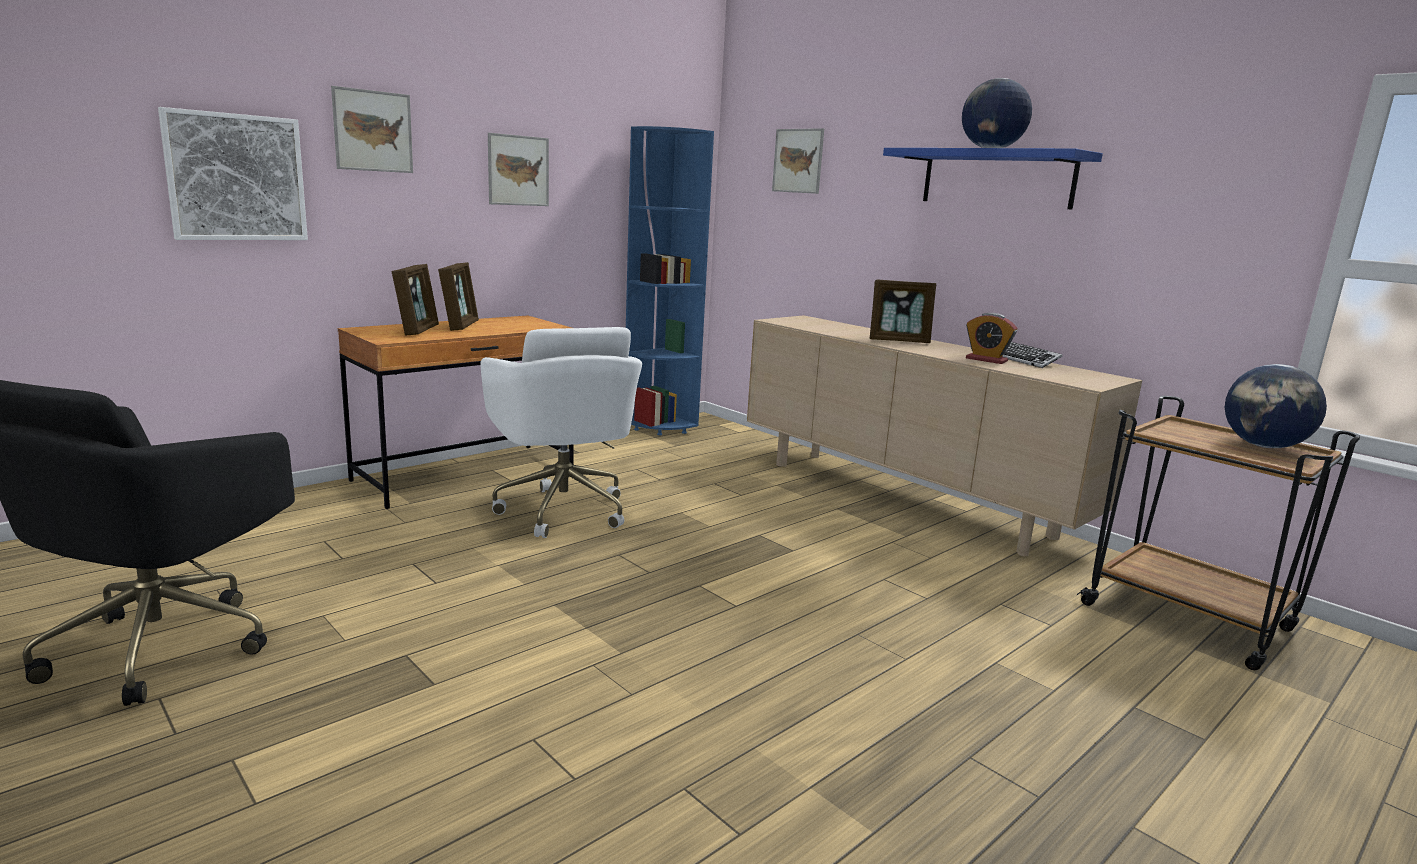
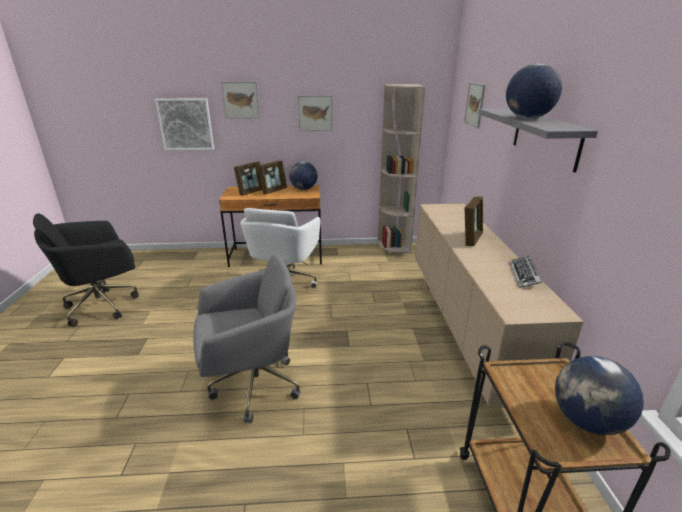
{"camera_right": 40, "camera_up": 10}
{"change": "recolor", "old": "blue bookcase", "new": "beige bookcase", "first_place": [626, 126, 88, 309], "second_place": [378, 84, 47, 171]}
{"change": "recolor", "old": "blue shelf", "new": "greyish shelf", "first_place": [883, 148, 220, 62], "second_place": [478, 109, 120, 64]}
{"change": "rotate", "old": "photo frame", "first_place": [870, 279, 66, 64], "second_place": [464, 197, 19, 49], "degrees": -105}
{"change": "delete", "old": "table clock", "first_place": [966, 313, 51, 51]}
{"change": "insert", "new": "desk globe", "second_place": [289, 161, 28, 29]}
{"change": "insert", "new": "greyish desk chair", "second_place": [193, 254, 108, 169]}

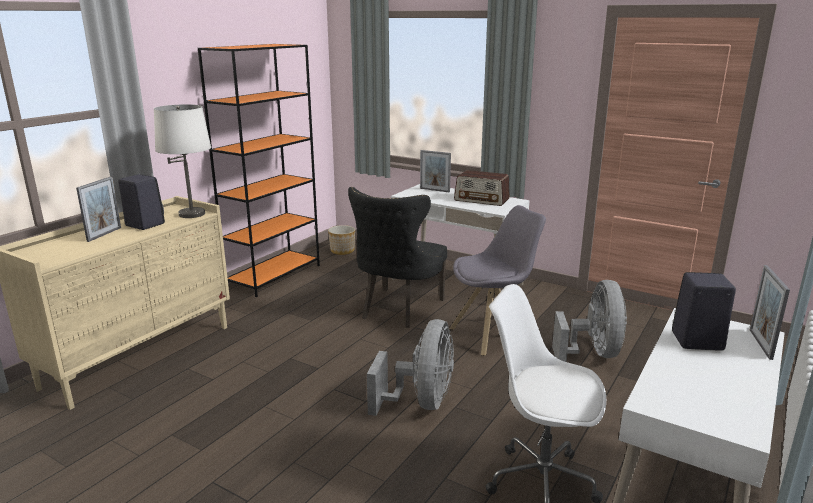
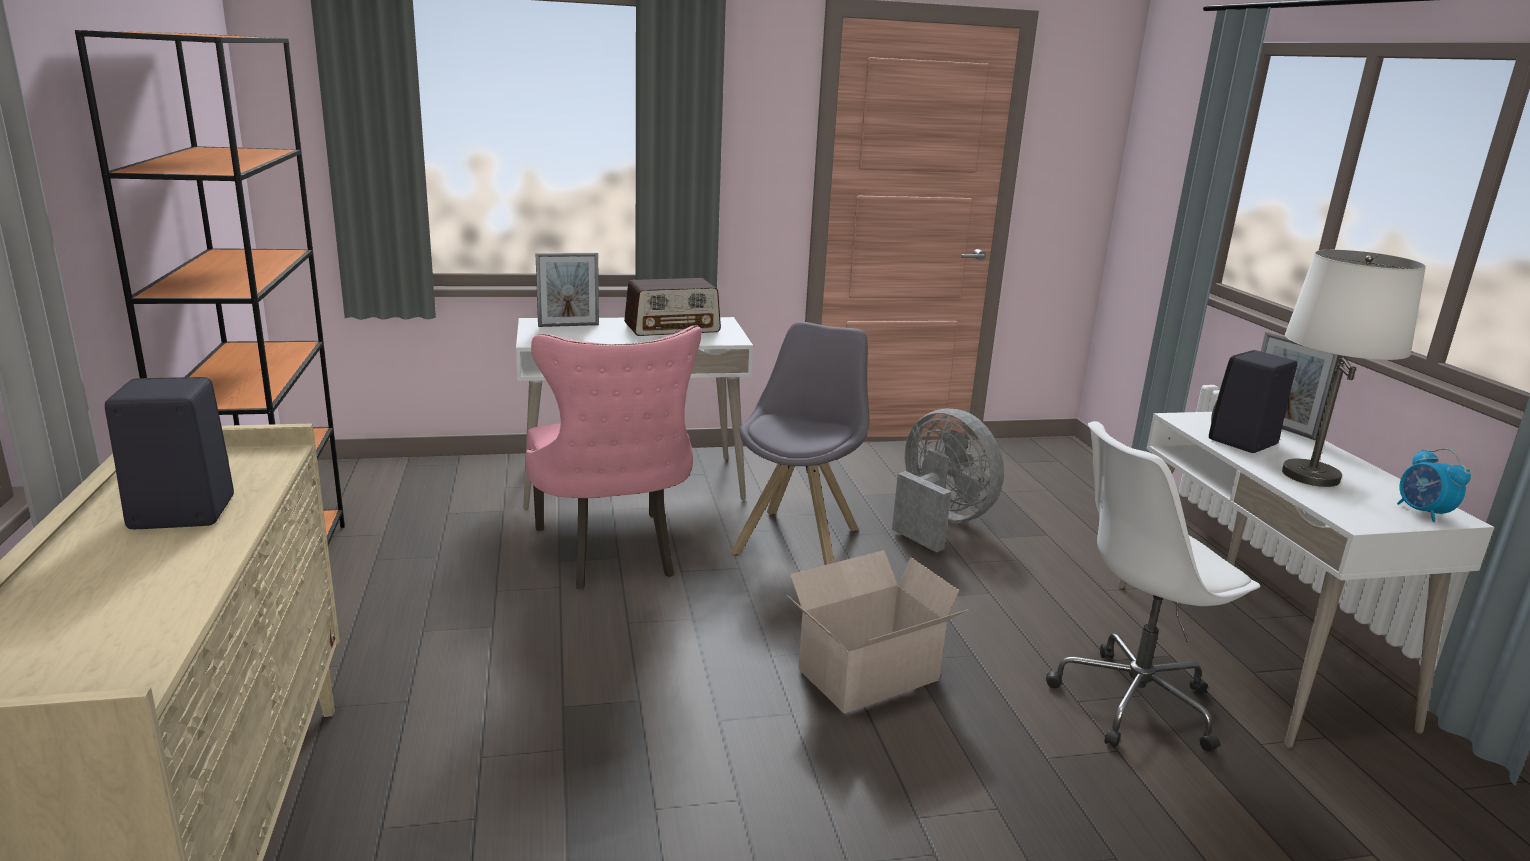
{"camera_right": -45, "camera_up": 0}
{"change": "move", "old": "white table lamp", "first_place": [154, 104, 57, 114], "second_place": [1282, 250, 144, 237]}
{"change": "delete", "old": "photo frame", "first_place": [76, 177, 45, 65]}
{"change": "recolor", "old": "black-coloured upright chair", "new": "pink upright chair", "first_place": [348, 187, 99, 141], "second_place": [526, 325, 176, 264]}
{"change": "delete", "old": "flower pot", "first_place": [328, 225, 27, 30]}
{"change": "replace", "old": "greyish fan", "new": "cardboard box", "first_place": [367, 319, 87, 97], "second_place": [787, 550, 182, 163]}
{"change": "insert", "new": "table clock", "second_place": [1397, 448, 74, 74]}

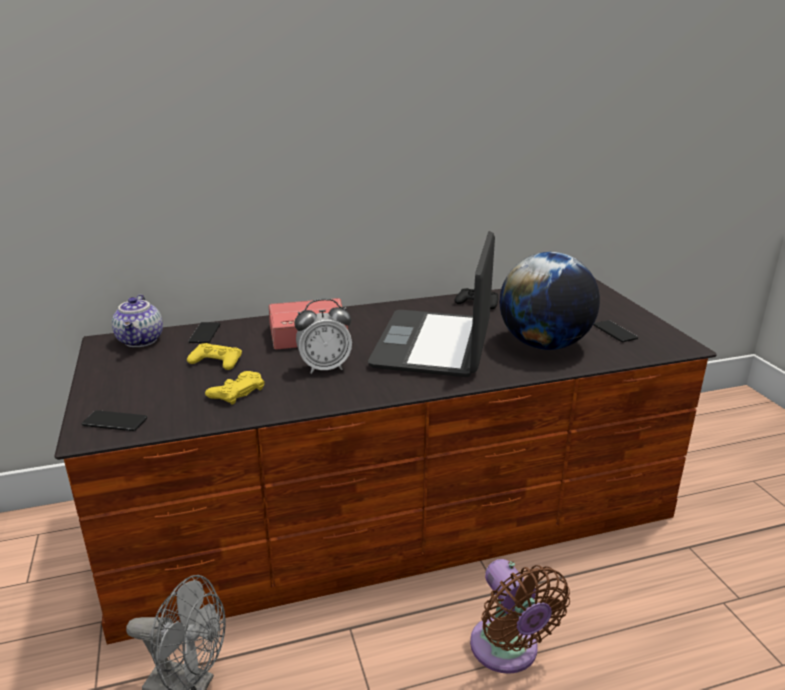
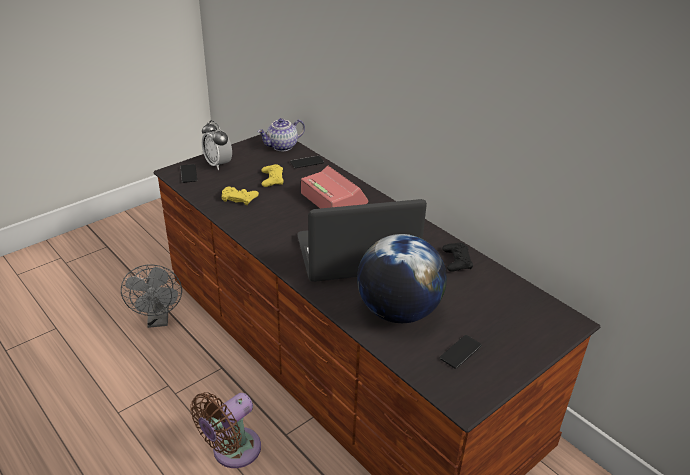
{"camera_right": 65, "camera_up": 10}
{"change": "move", "old": "table clock", "first_place": [294, 299, 58, 75], "second_place": [202, 120, 30, 50]}

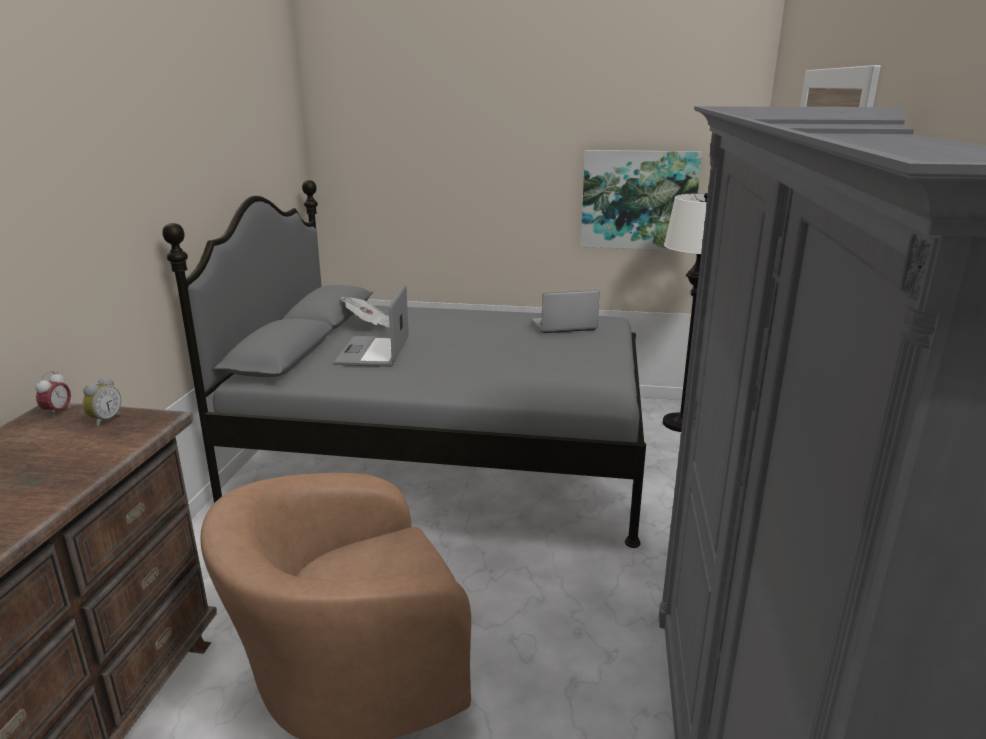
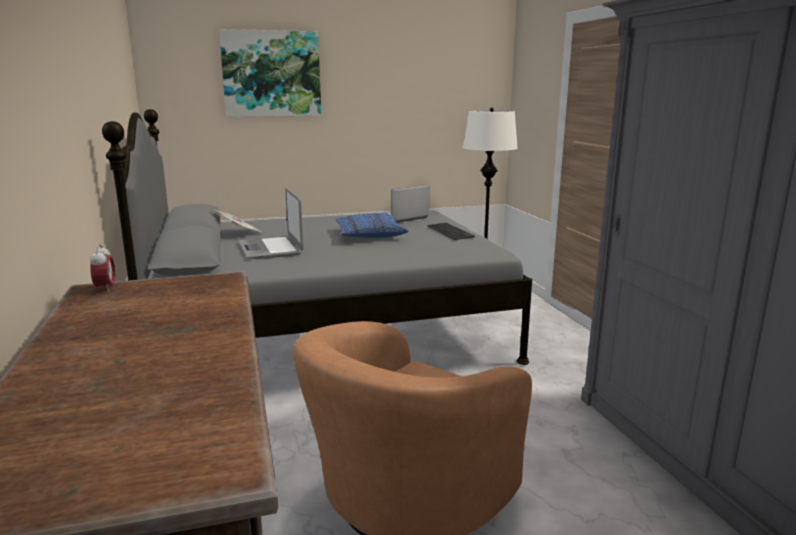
{"camera_right": -25, "camera_up": -5}
{"change": "move", "old": "wall picture", "first_place": [581, 150, 121, 100], "second_place": [219, 29, 102, 88]}
{"change": "delete", "old": "table clock", "first_place": [83, 376, 38, 51]}
{"change": "insert", "new": "blue throw pillow", "second_place": [335, 213, 74, 25]}
{"change": "insert", "new": "PC keyboard", "second_place": [427, 223, 48, 17]}

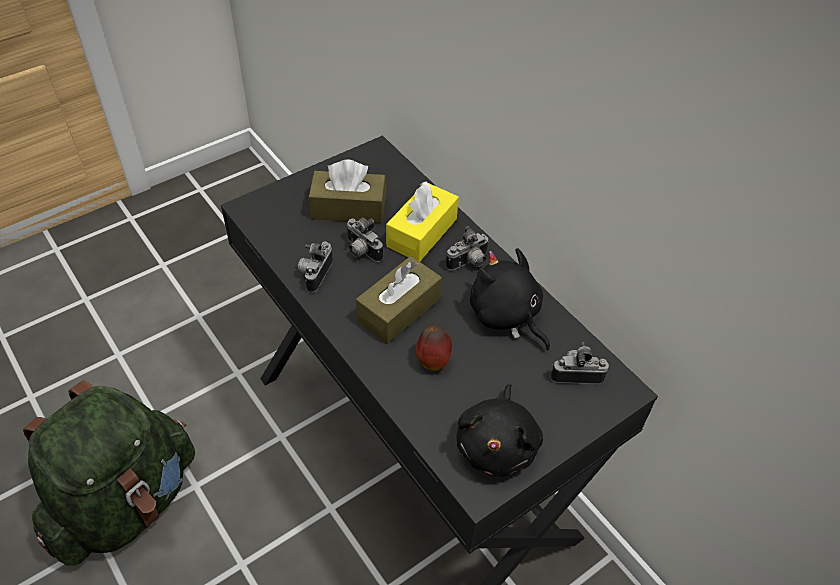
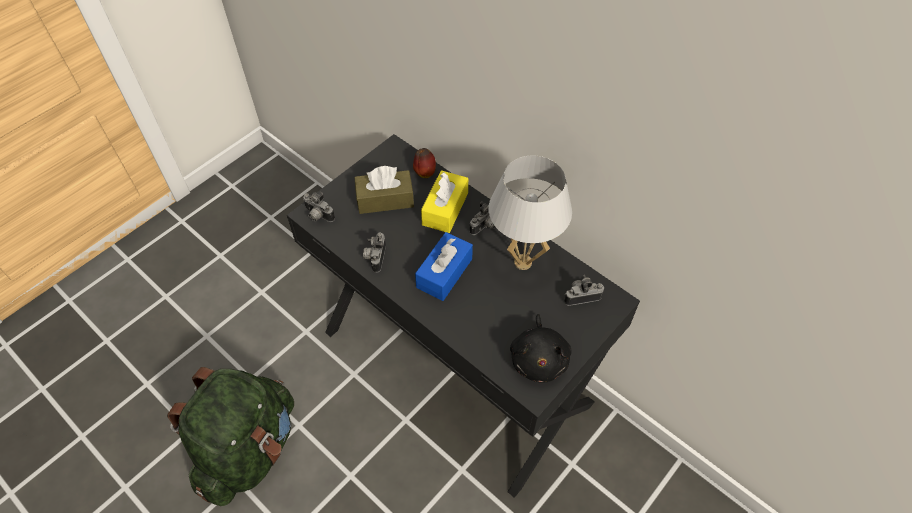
{"camera_right": -10, "camera_up": 5}
{"change": "move", "old": "photo camera", "first_place": [346, 218, 37, 44], "second_place": [303, 192, 32, 30]}
{"change": "replace", "old": "black-coloured cuddly toy", "new": "white table lamp", "first_place": [470, 248, 80, 102], "second_place": [489, 155, 83, 115]}
{"change": "recolor", "old": "brown box of tissues", "new": "blue box of tissues", "first_place": [356, 256, 86, 88], "second_place": [415, 232, 58, 69]}
{"change": "move", "old": "apple fruit", "first_place": [415, 324, 37, 47], "second_place": [413, 148, 23, 30]}

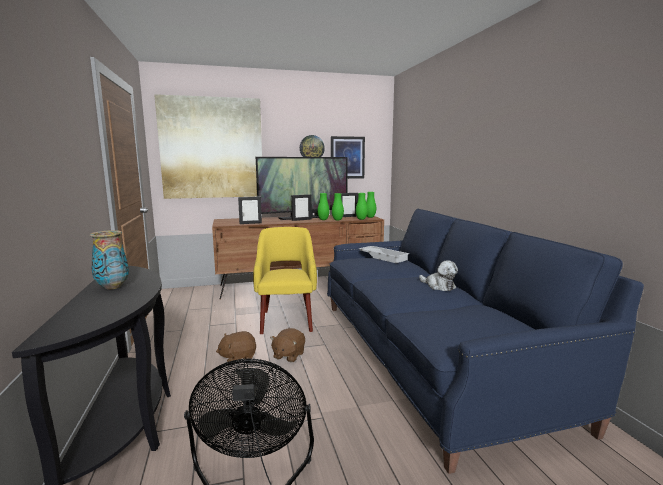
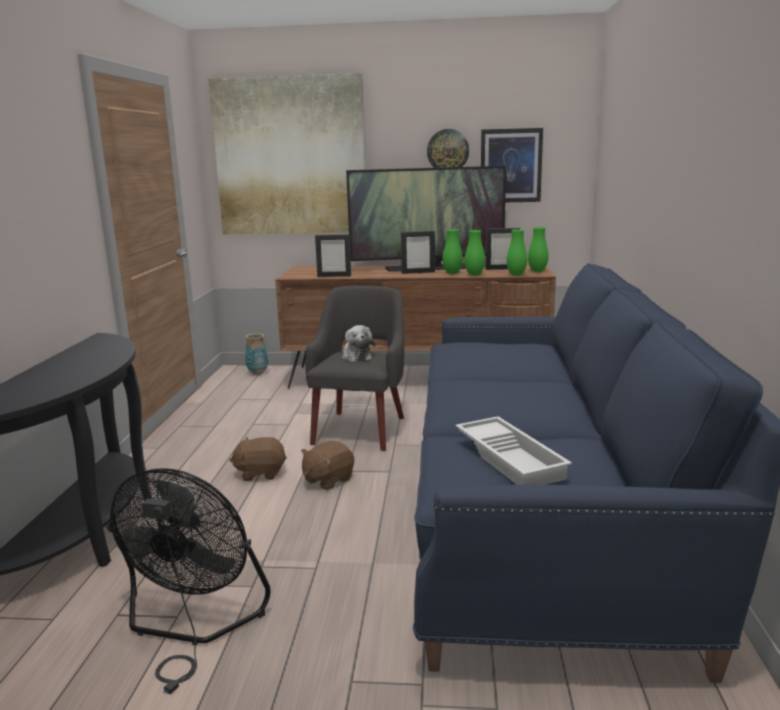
{"camera_right": 20, "camera_up": 5}
{"change": "recolor", "old": "yellow-coloured easy chair", "new": "greyish easy chair", "first_place": [253, 227, 64, 107], "second_place": [305, 285, 99, 166]}
{"change": "move", "old": "flower vase", "first_place": [90, 230, 39, 60], "second_place": [245, 333, 23, 42]}
{"change": "move", "old": "white carrying tray", "first_place": [359, 246, 50, 17], "second_place": [455, 416, 117, 69]}
{"change": "move", "old": "cuddly toy", "first_place": [419, 260, 39, 31], "second_place": [342, 325, 33, 37]}

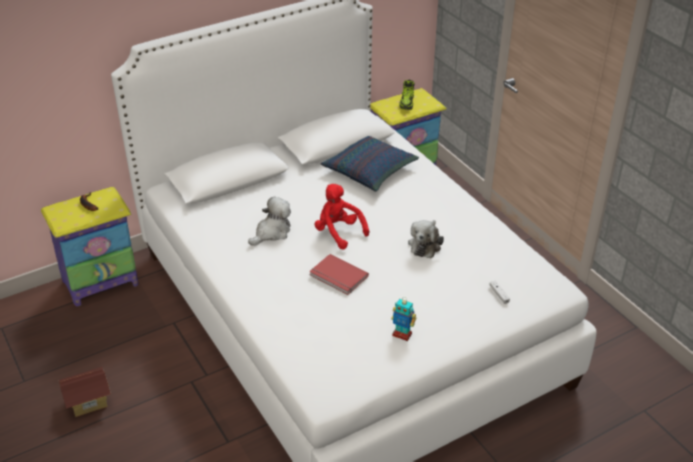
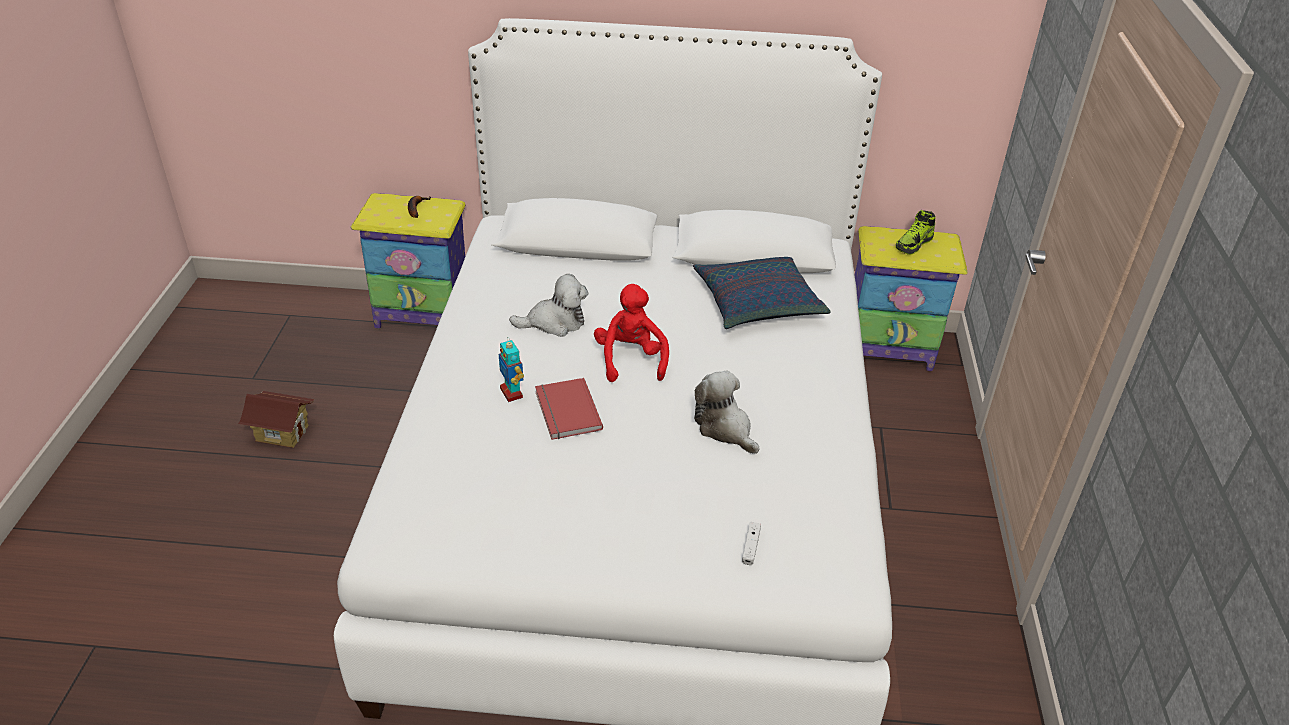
{"camera_right": 35, "camera_up": 0}
{"change": "rotate", "old": "cuddly toy", "first_place": [408, 220, 36, 38], "second_place": [694, 371, 66, 83], "degrees": 90}
{"change": "move", "old": "toy robot", "first_place": [391, 299, 25, 42], "second_place": [499, 337, 25, 65]}

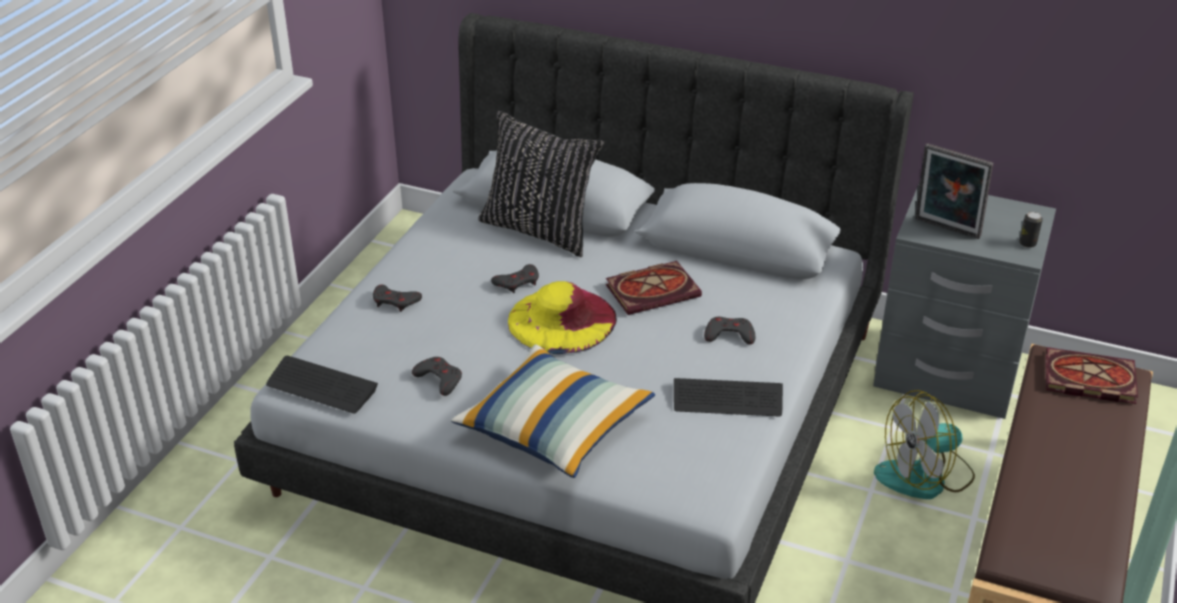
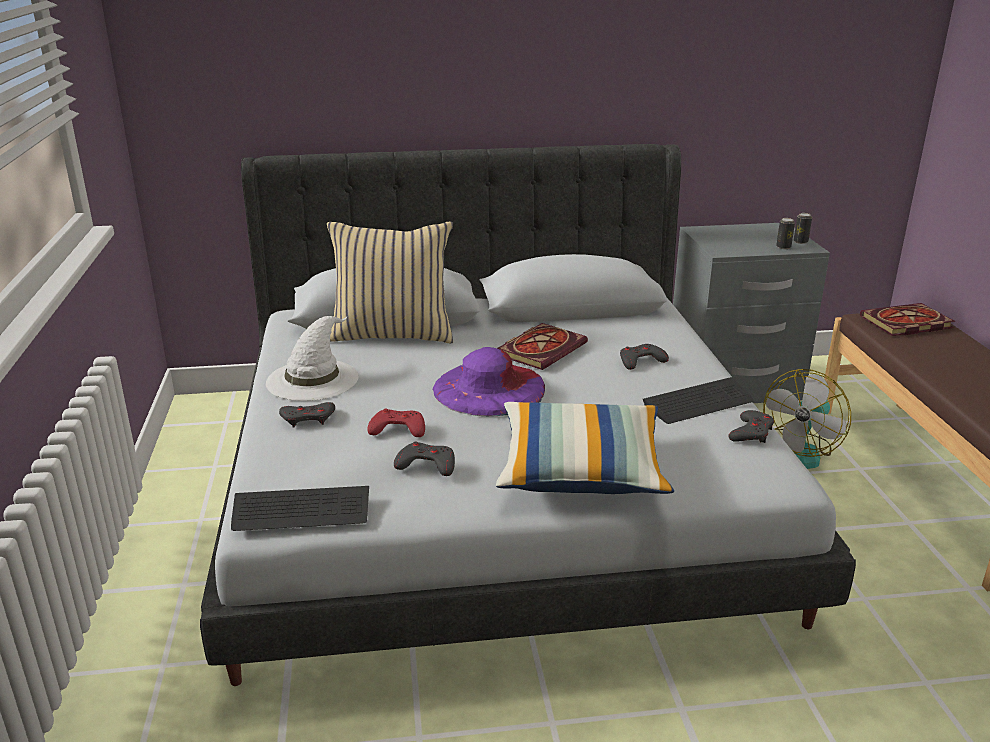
{"camera_right": -30, "camera_up": -10}
{"change": "recolor", "old": "black-coloured throw pillow", "new": "beige throw pillow", "first_place": [478, 111, 126, 146], "second_place": [327, 222, 126, 121]}
{"change": "delete", "old": "photo frame", "first_place": [915, 143, 79, 96]}
{"change": "move", "old": "greyish game controller", "first_place": [491, 264, 48, 29], "second_place": [728, 410, 46, 33]}
{"change": "recolor", "old": "yellow-coloured wearable hat", "new": "purple wearable hat", "first_place": [508, 281, 109, 73], "second_place": [432, 347, 113, 69]}
{"change": "insert", "new": "can", "second_place": [776, 218, 19, 31]}
{"change": "insert", "new": "white wearable hat", "second_place": [266, 316, 92, 85]}
{"change": "insert", "new": "red-coloured game controller", "second_place": [367, 409, 58, 28]}

